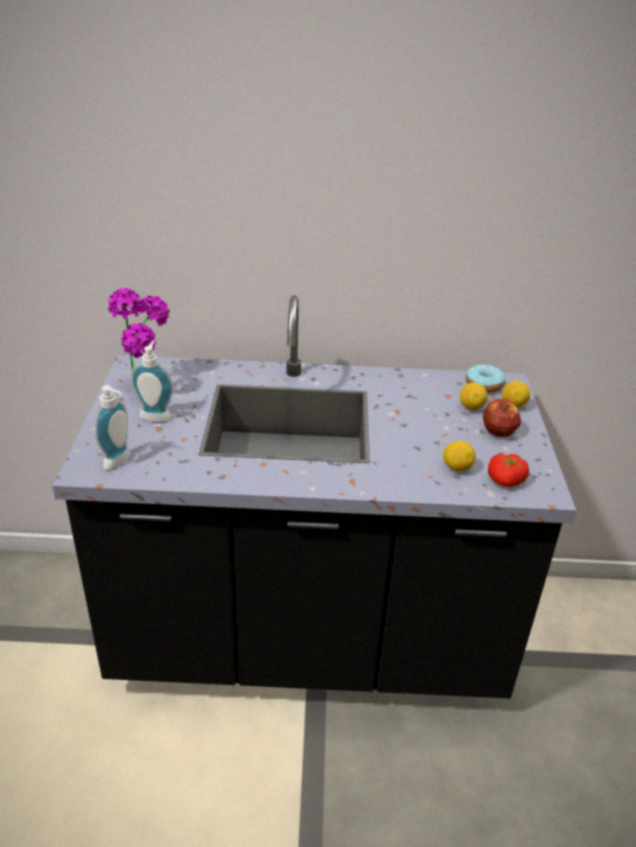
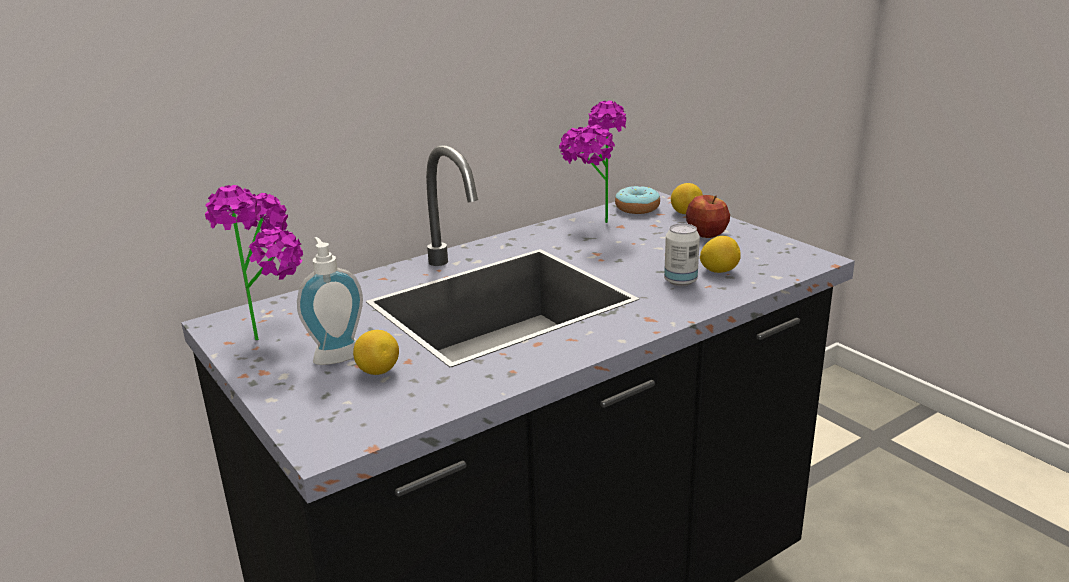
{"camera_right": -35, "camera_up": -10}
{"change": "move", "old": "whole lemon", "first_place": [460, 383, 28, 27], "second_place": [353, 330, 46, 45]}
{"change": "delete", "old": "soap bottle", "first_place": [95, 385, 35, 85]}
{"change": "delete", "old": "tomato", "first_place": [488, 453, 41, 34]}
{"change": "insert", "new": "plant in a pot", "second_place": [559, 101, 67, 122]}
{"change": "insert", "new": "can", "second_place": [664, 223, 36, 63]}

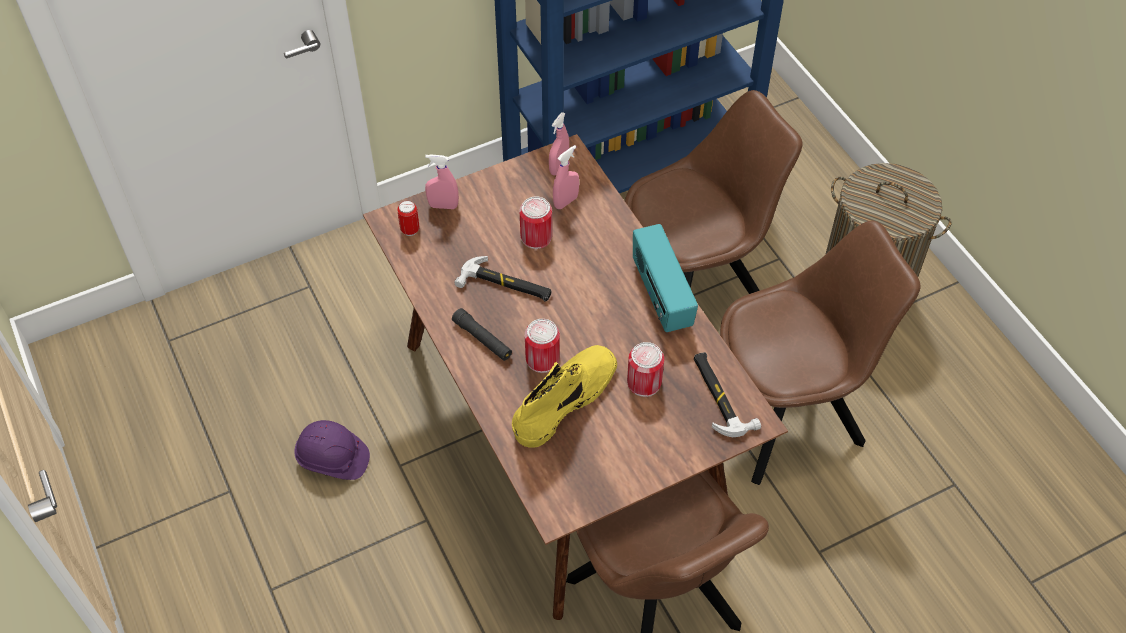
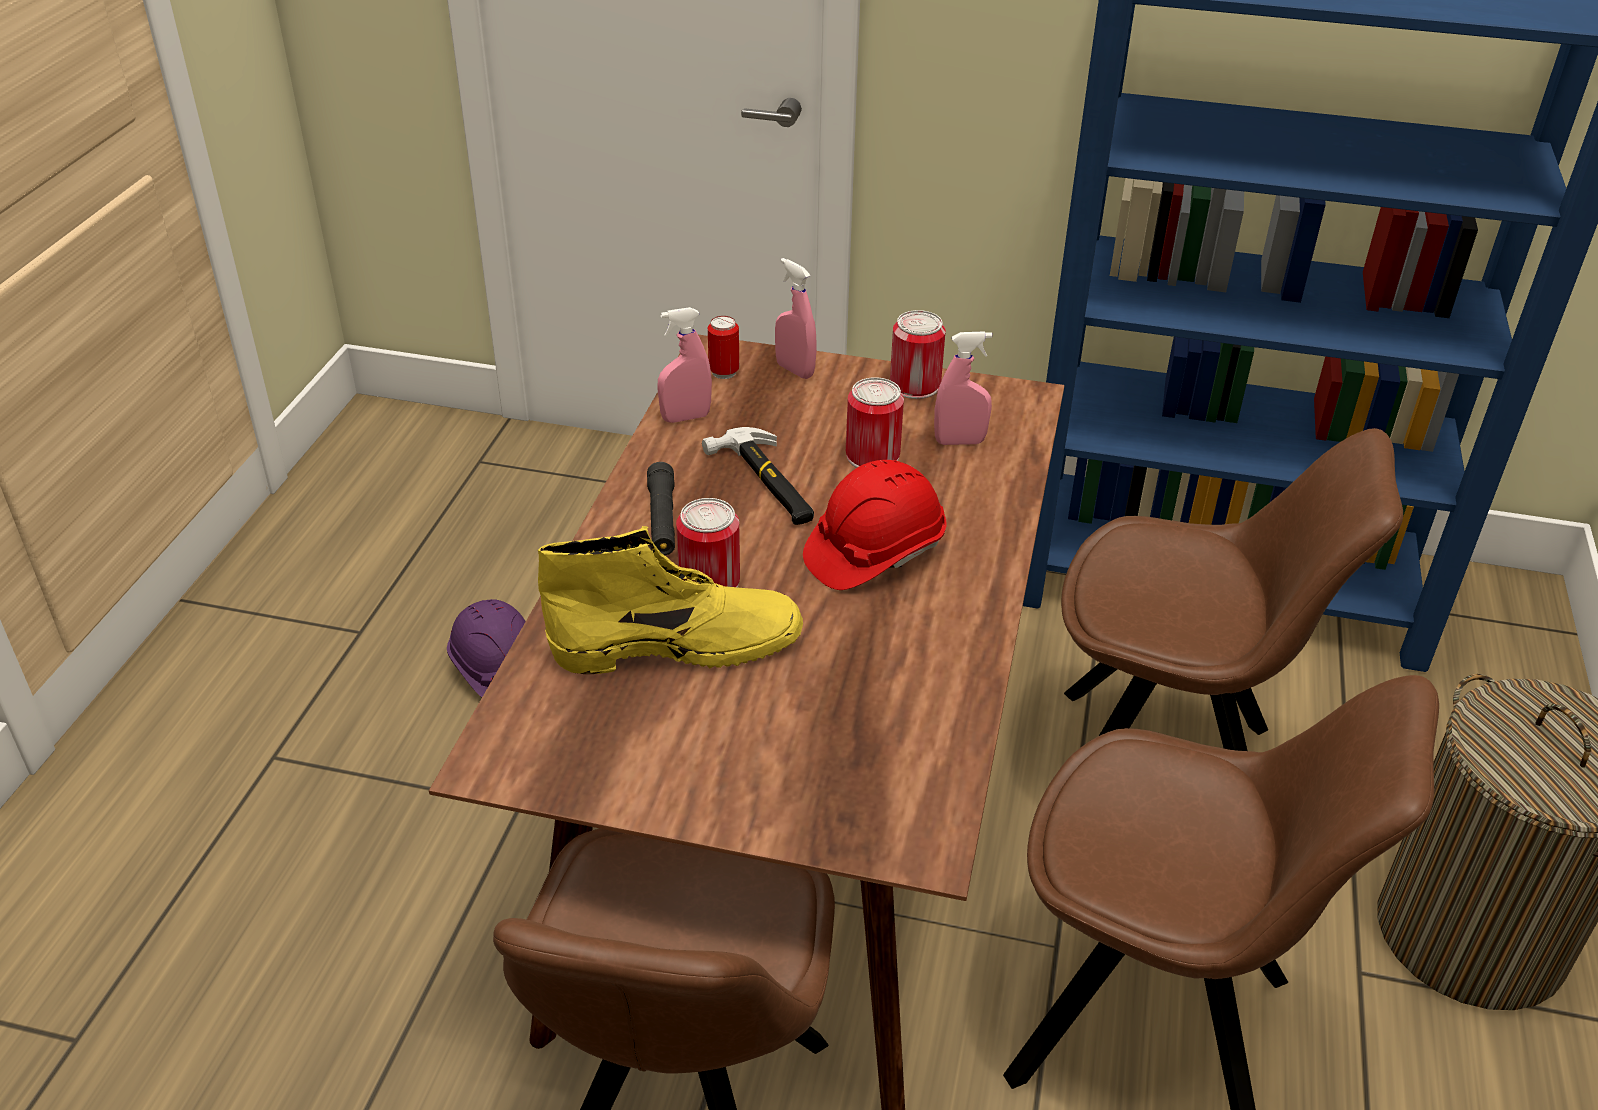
{"camera_right": 40, "camera_up": -15}
{"change": "move", "old": "pink hand sprayer", "first_place": [549, 112, 20, 63], "second_place": [657, 307, 55, 116]}
{"change": "delete", "old": "radio set", "first_place": [633, 224, 65, 108]}
{"change": "move", "old": "can", "first_place": [627, 342, 37, 55], "second_place": [890, 310, 56, 89]}
{"change": "delete", "old": "hand hammer", "first_place": [694, 352, 67, 85]}
{"change": "insert", "new": "red-coloured work helmet", "second_place": [803, 460, 144, 130]}

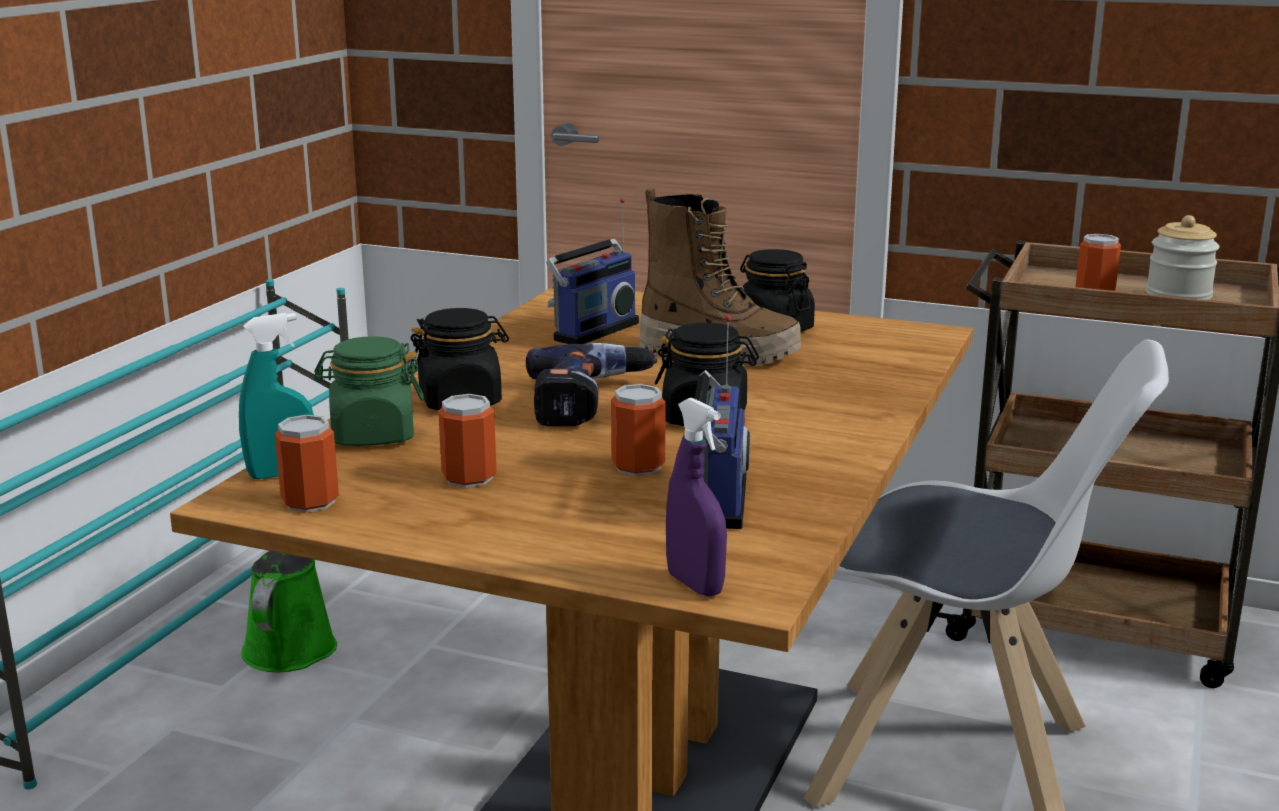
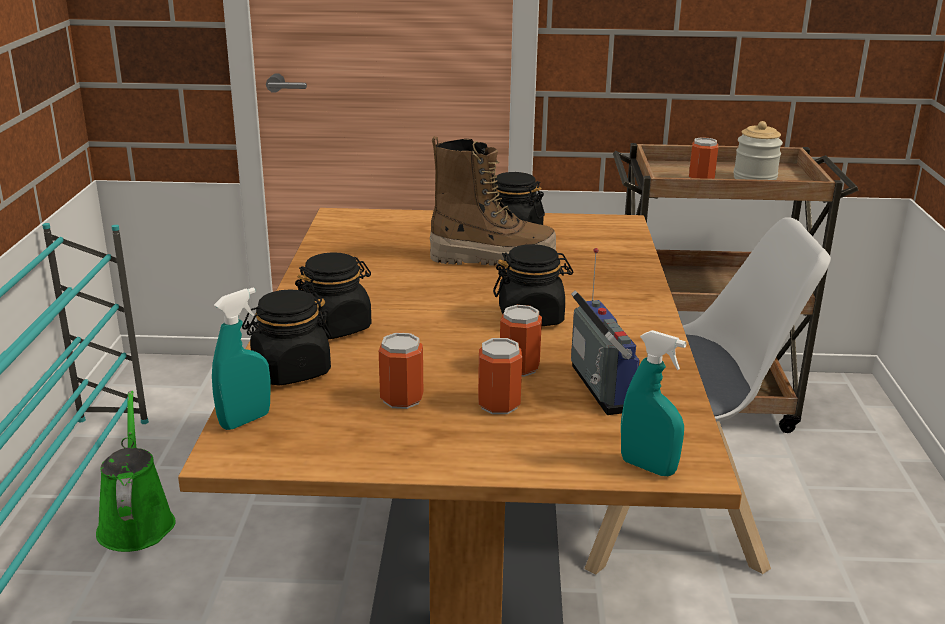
{"camera_right": -20, "camera_up": 5}
{"change": "delete", "old": "radio set", "first_place": [546, 198, 93, 146]}
{"change": "recolor", "old": "green-coloured preserve jar", "new": "black-coloured preserve jar", "first_place": [314, 336, 110, 110], "second_place": [242, 290, 90, 96]}
{"change": "delete", "old": "power drill", "first_place": [526, 343, 131, 83]}
{"change": "recolor", "old": "purple hand sprayer", "new": "turquoise-coloured hand sprayer", "first_place": [666, 398, 61, 199], "second_place": [621, 330, 66, 146]}
{"change": "move", "old": "can", "first_place": [275, 415, 64, 98], "second_place": [478, 338, 44, 76]}

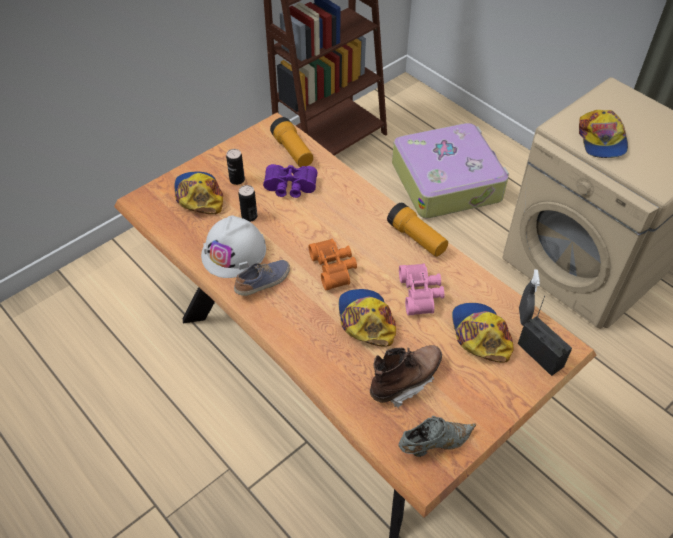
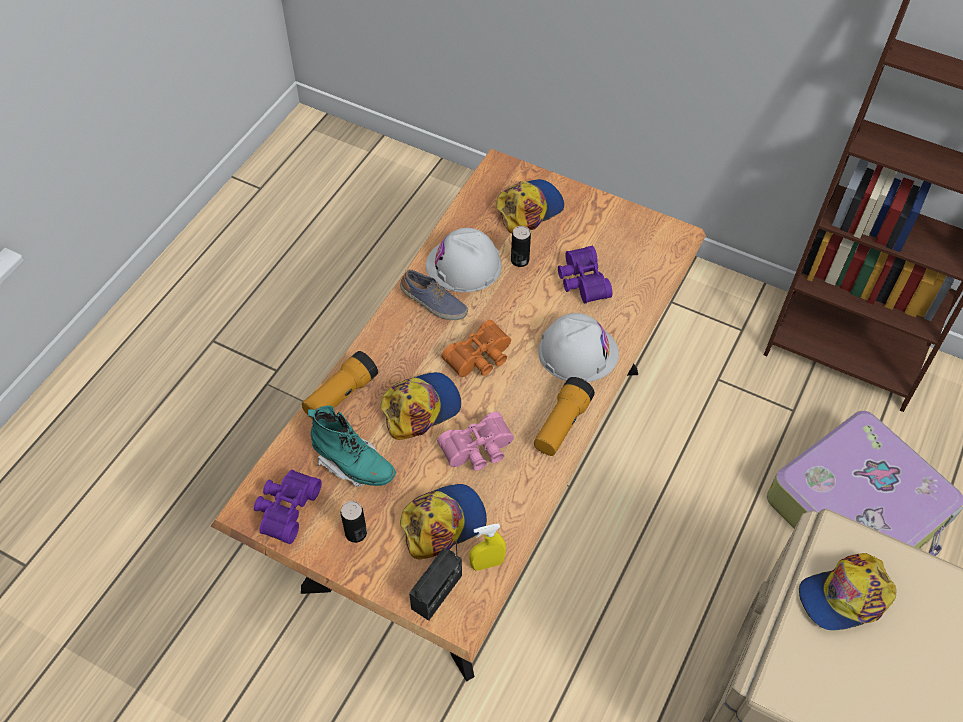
{"camera_right": 70, "camera_up": 5}
{"change": "move", "old": "torch", "first_place": [270, 117, 43, 50], "second_place": [302, 351, 76, 68]}
{"change": "move", "old": "can", "first_place": [226, 149, 19, 36], "second_place": [341, 501, 26, 42]}
{"change": "recolor", "old": "greyish hand sprayer", "new": "yellow-coloured hand sprayer", "first_place": [519, 270, 21, 56], "second_place": [469, 524, 37, 47]}
{"change": "recolor", "old": "brown boot", "new": "turquoise-coloured boot", "first_place": [370, 345, 72, 63], "second_place": [308, 405, 88, 82]}
{"change": "replace", "old": "greyish shoe", "new": "purple binoculars", "first_place": [399, 416, 77, 41], "second_place": [254, 470, 68, 74]}
{"change": "insert", "new": "white work helmet", "second_place": [538, 313, 81, 69]}

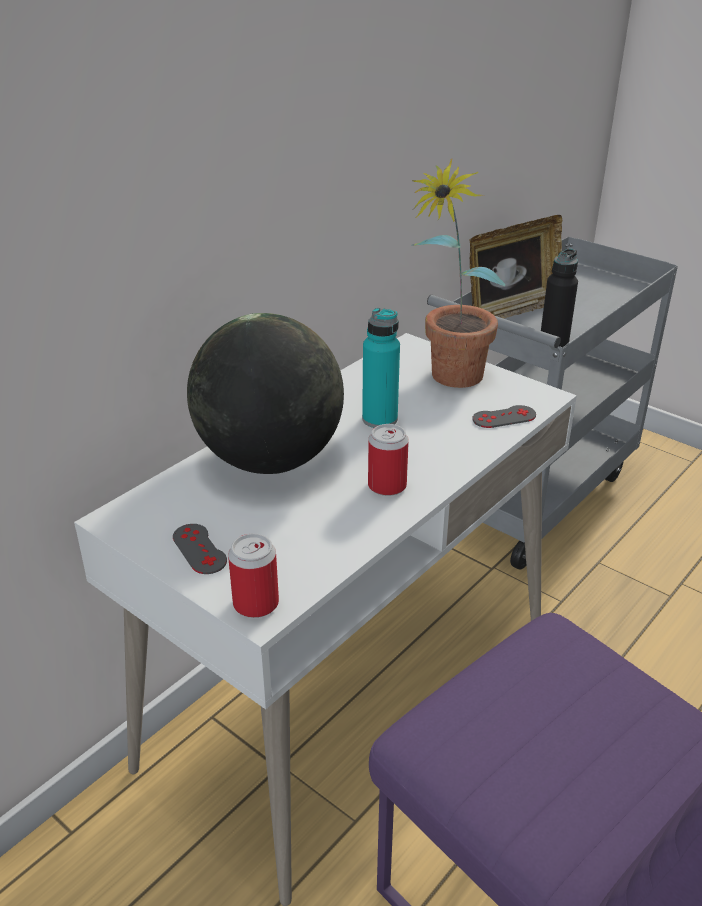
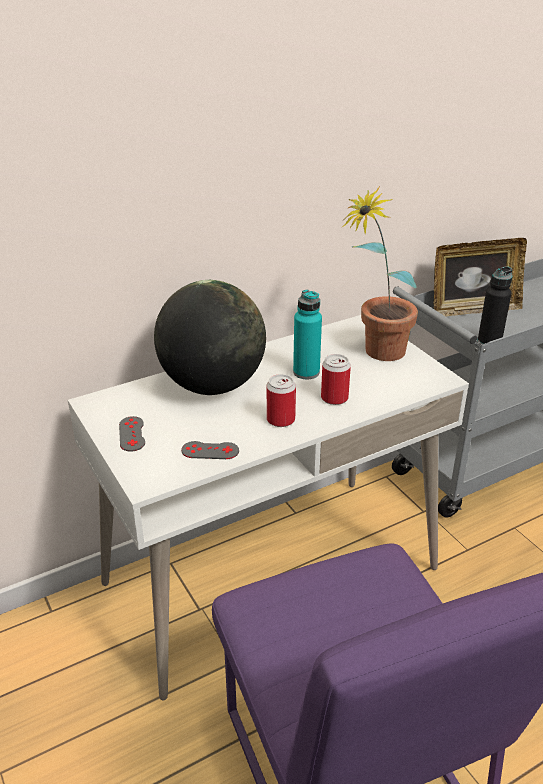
{"camera_right": 20, "camera_up": 0}
{"change": "move", "old": "greyish game controller", "first_place": [472, 405, 64, 23], "second_place": [181, 441, 58, 18]}
{"change": "move", "old": "can", "first_place": [228, 534, 51, 84], "second_place": [321, 354, 30, 51]}

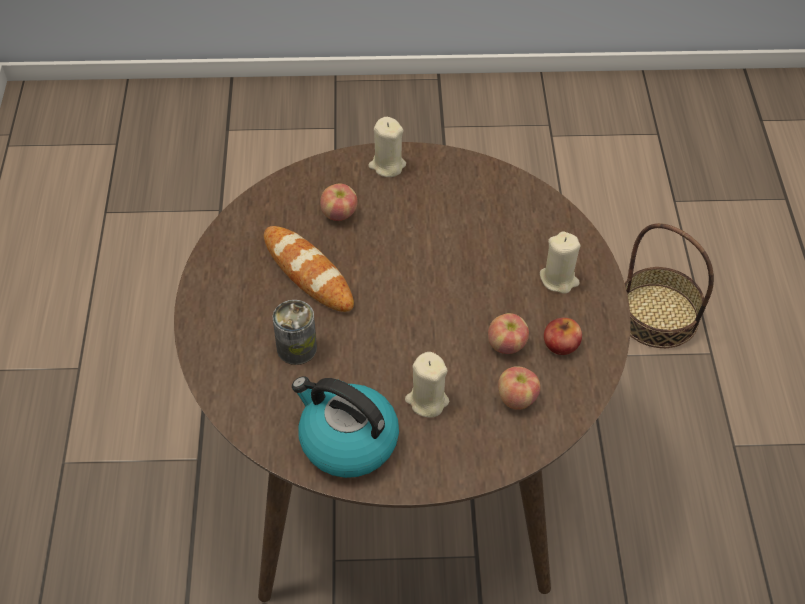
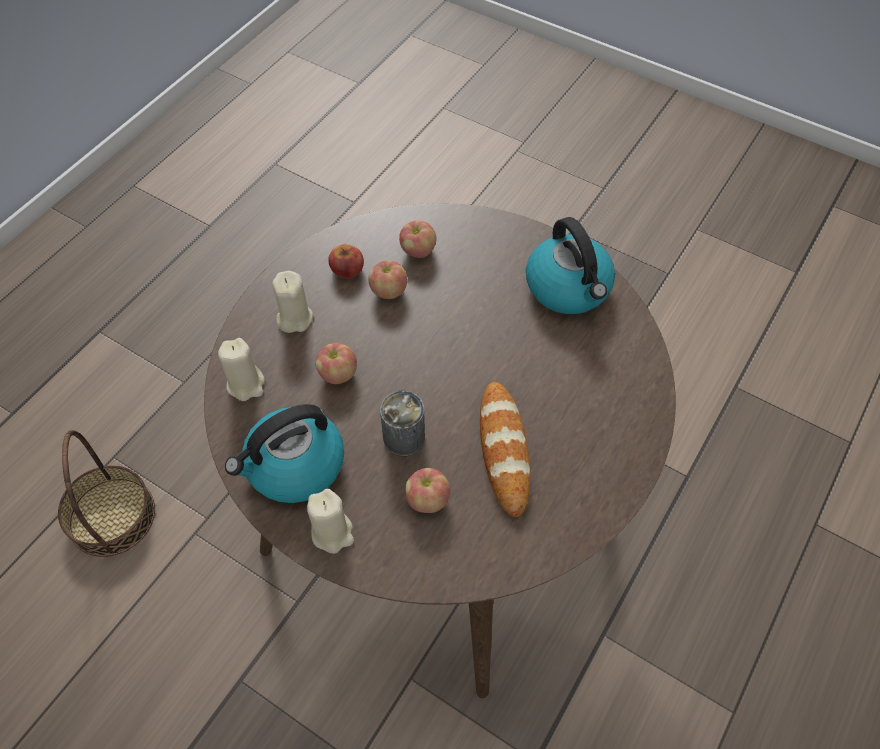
{"camera_right": -145, "camera_up": 5}
{"change": "move", "old": "can", "first_place": [273, 300, 44, 65], "second_place": [380, 390, 45, 66]}
{"change": "move", "old": "beige wax candle", "first_place": [405, 352, 44, 66], "second_place": [218, 338, 47, 63]}
{"change": "insert", "new": "apple fruit", "second_place": [315, 343, 42, 41]}
{"change": "insert", "new": "water kettle", "second_place": [225, 404, 119, 99]}

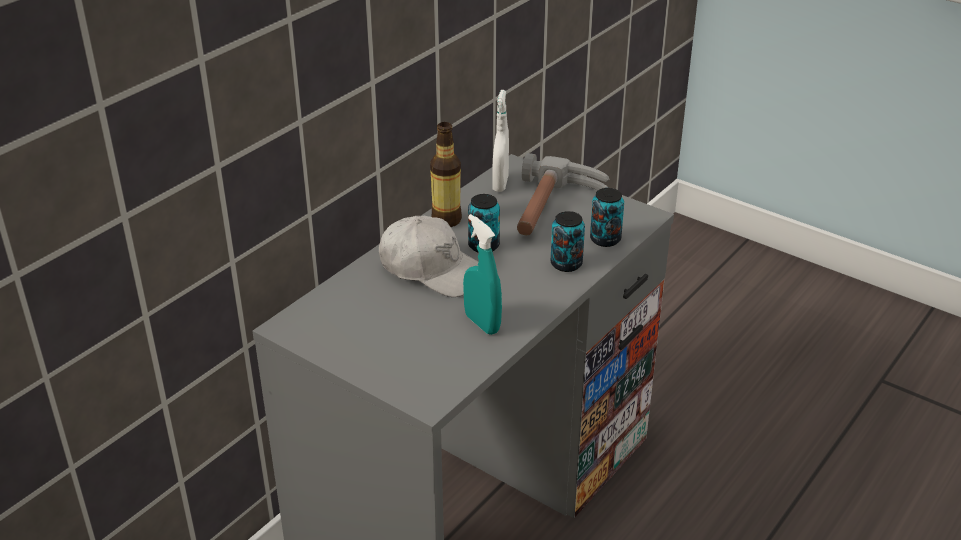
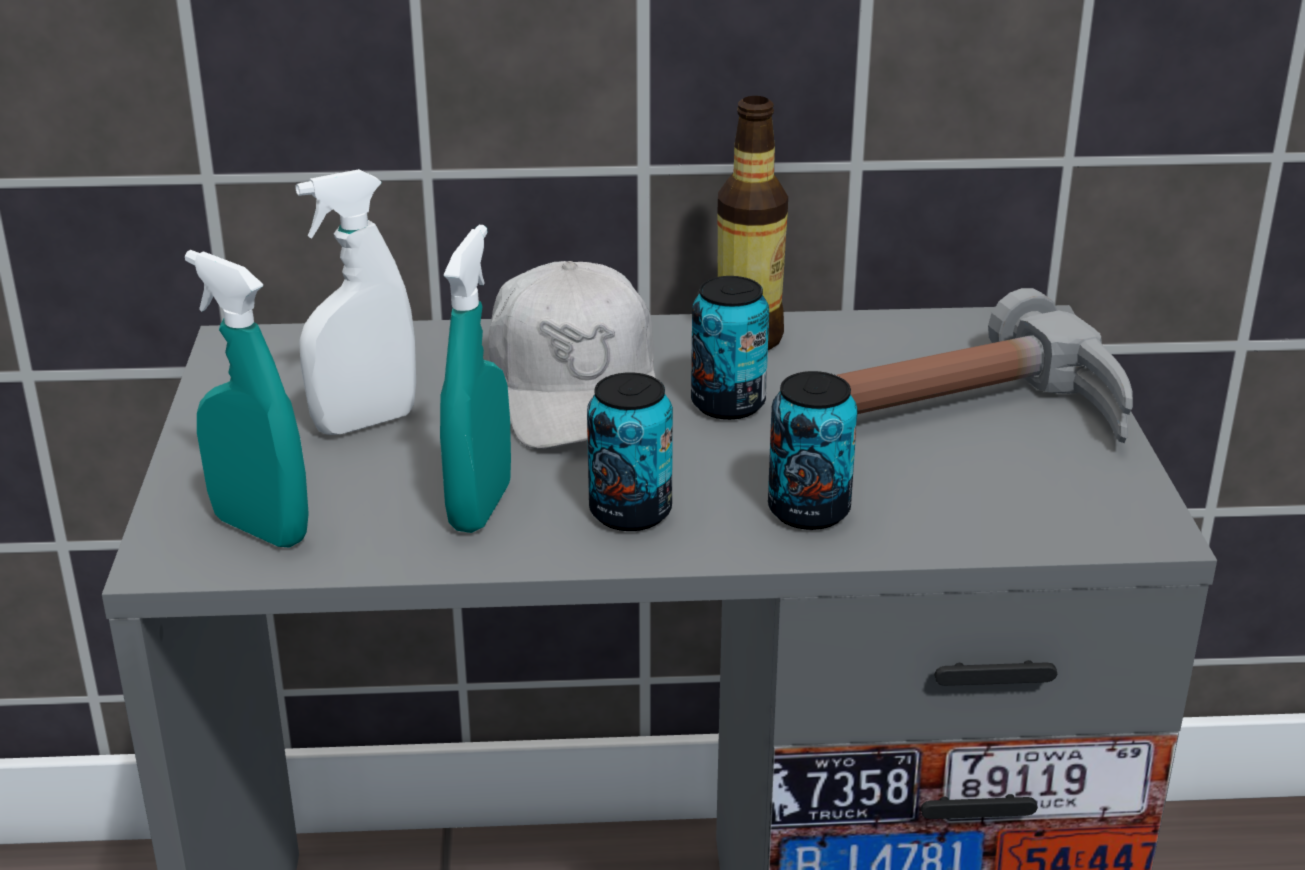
{"camera_right": 50, "camera_up": -5}
{"change": "move", "old": "white hand sprayer", "first_place": [492, 90, 17, 102], "second_place": [296, 169, 120, 266]}
{"change": "move", "old": "can", "first_place": [590, 188, 34, 59], "second_place": [587, 372, 86, 159]}
{"change": "insert", "new": "turquoise-coloured hand sprayer", "second_place": [185, 250, 124, 298]}

